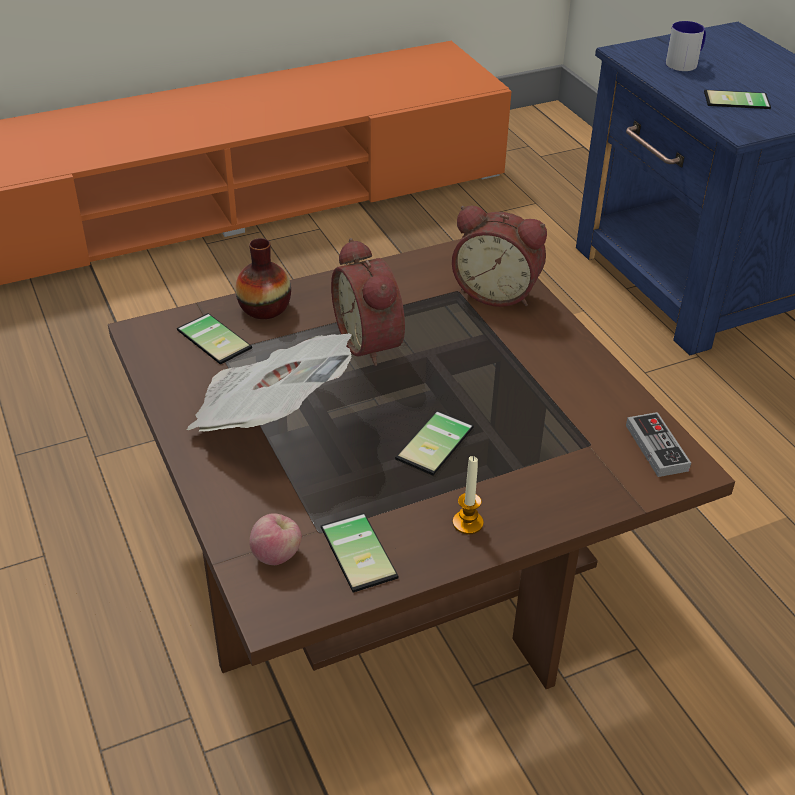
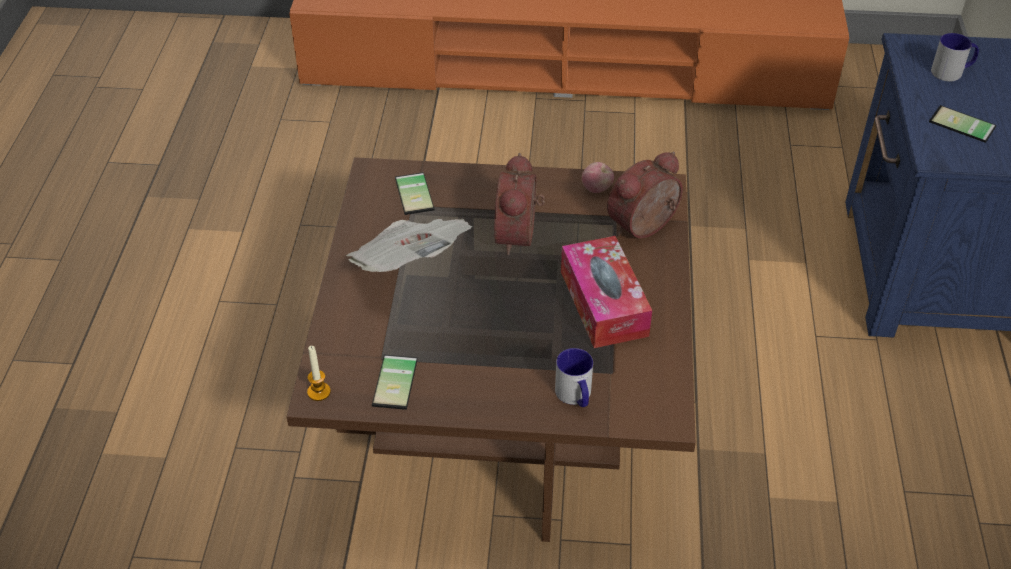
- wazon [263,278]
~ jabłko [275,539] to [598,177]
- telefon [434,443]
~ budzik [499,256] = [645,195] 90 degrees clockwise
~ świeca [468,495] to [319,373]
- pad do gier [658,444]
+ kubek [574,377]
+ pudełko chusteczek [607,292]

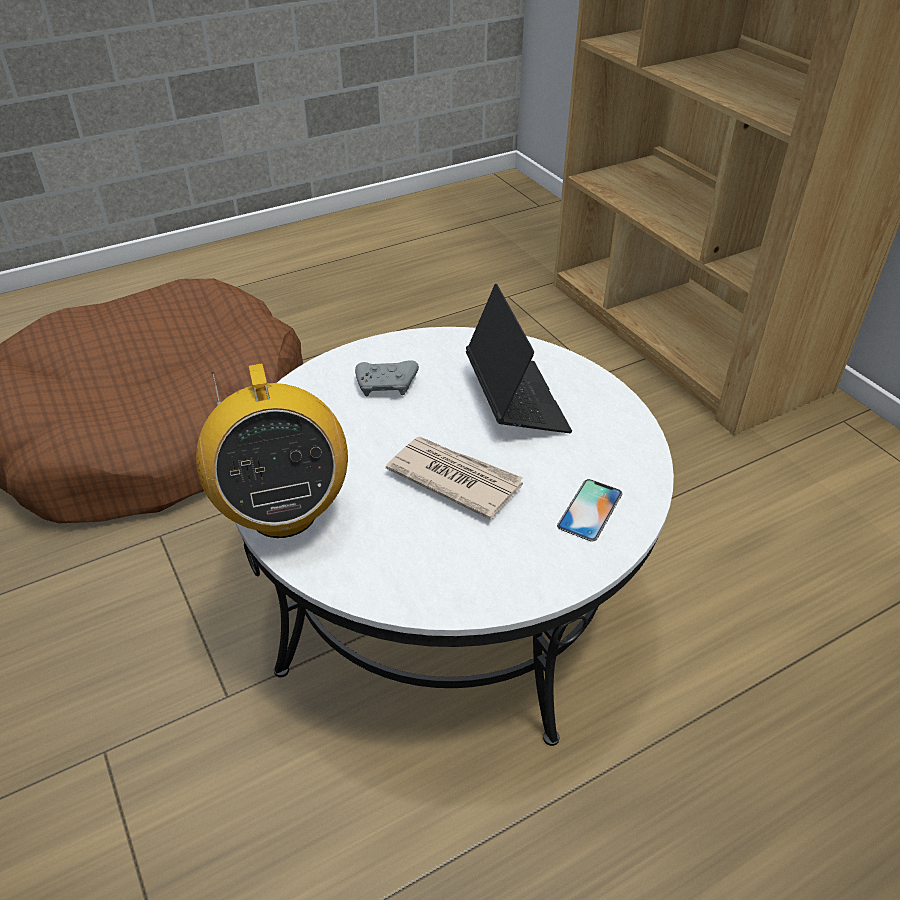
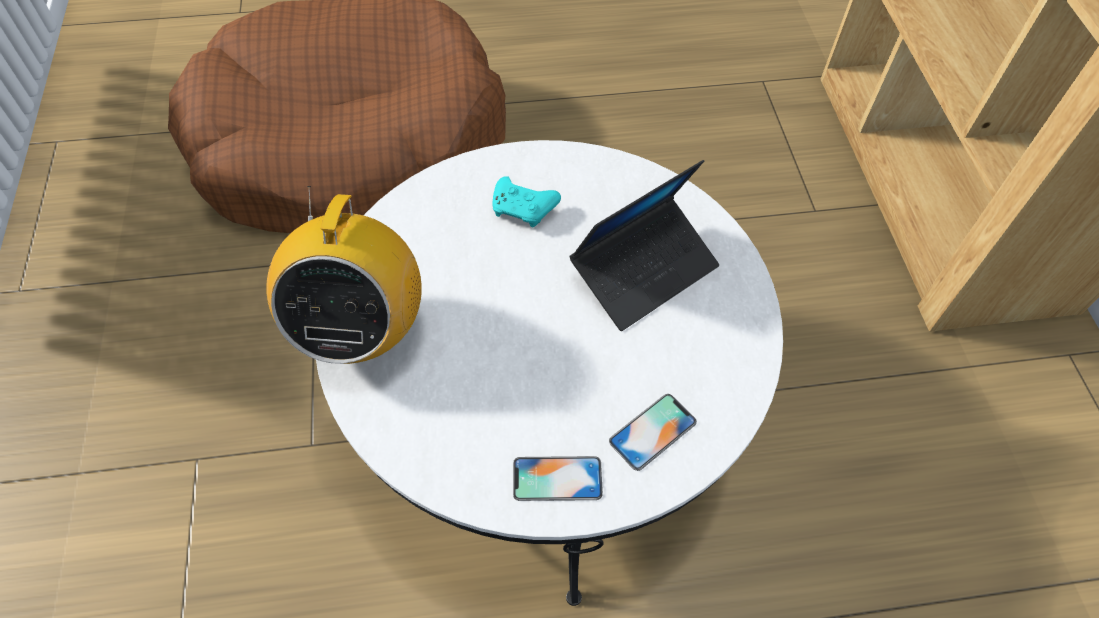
~ pad do gier (szary) [387,378] to pad do gier (turkusowy) [526,201]
- gazeta [454,478]
~ laptop [519,358] = [644,245] 45 degrees clockwise
+ telefon [558,478]

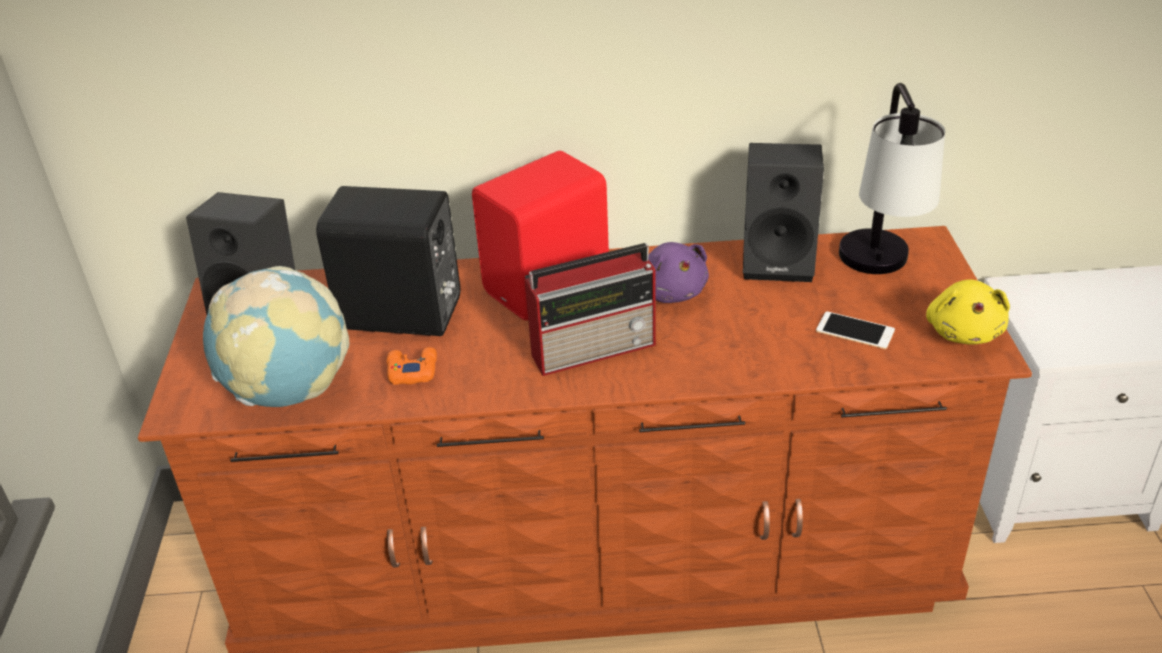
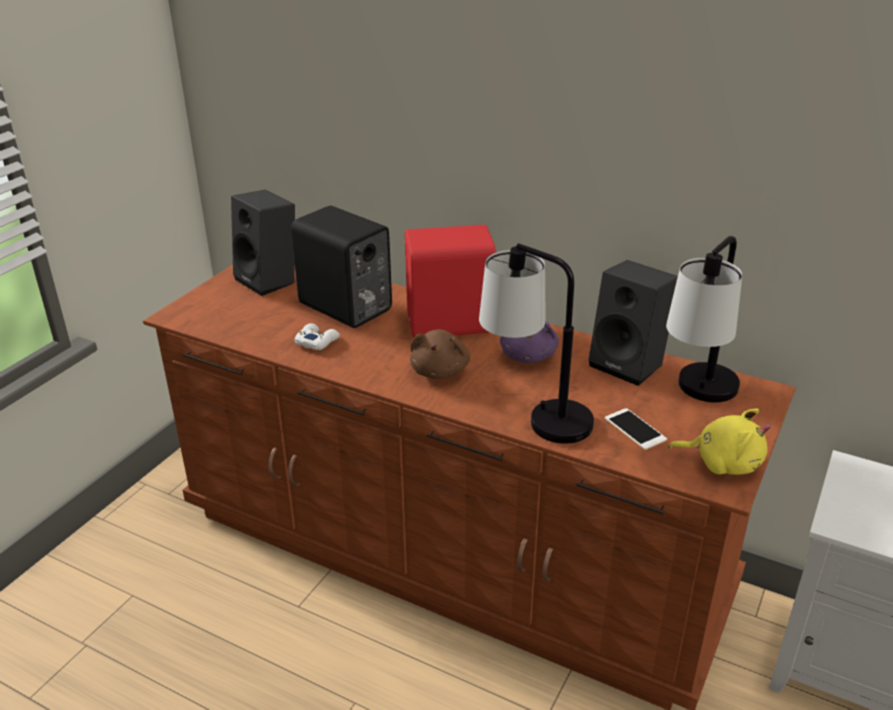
- globus [276,336]
~ pad do gier (pomarańczowy) [412,366] to pad do gier (biały) [317,336]
~ radio [590,309] to pluszak (brązowy) [440,354]
~ pluszak (żółty) [968,312] = [719,442] 105 degrees counterclockwise
+ lampa stołowa [536,343]

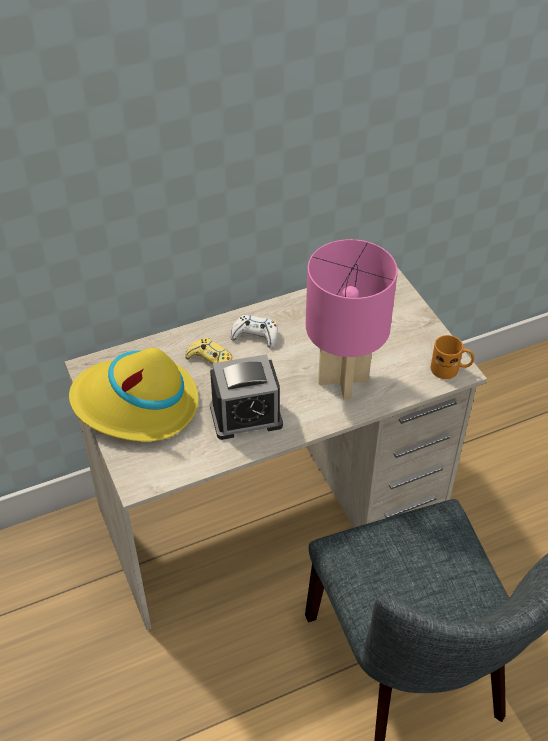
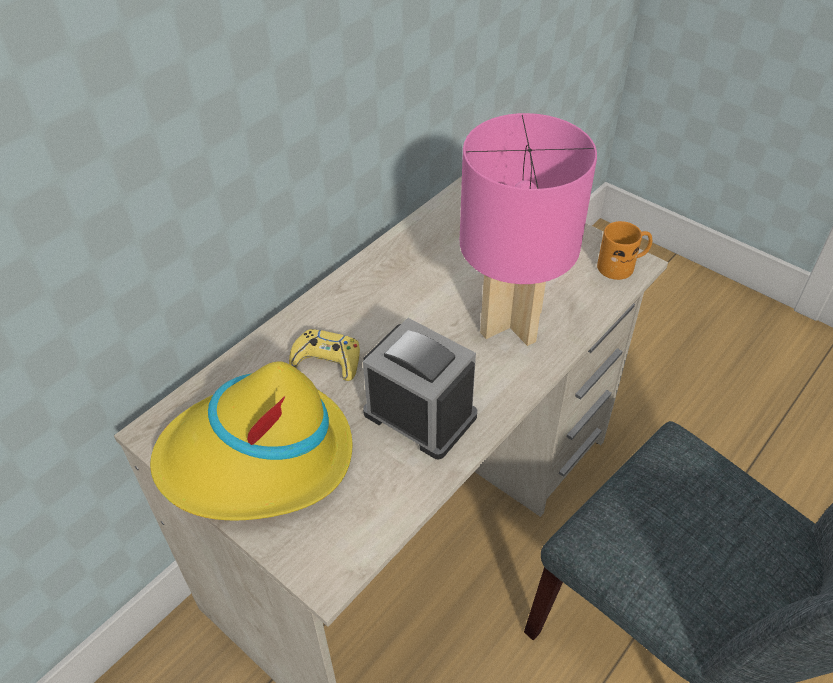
~ budzik [246,397] = [420,388] 105 degrees counterclockwise
- pad do gier (biały) [254,331]

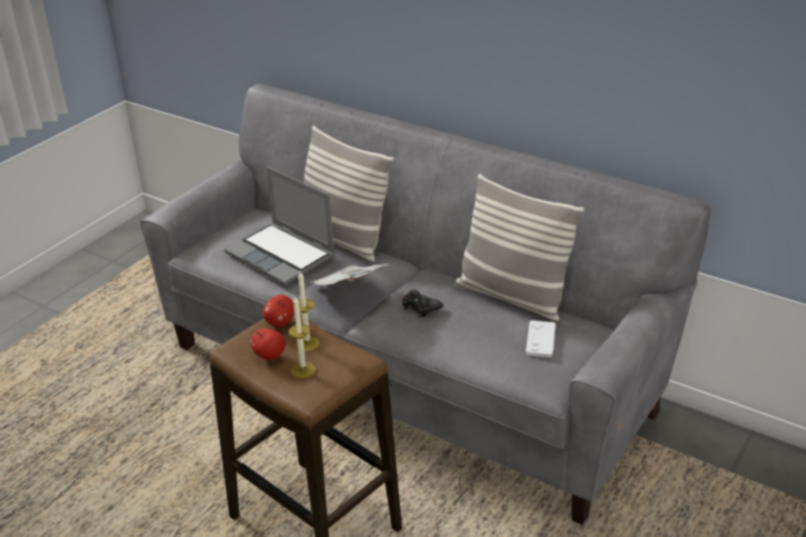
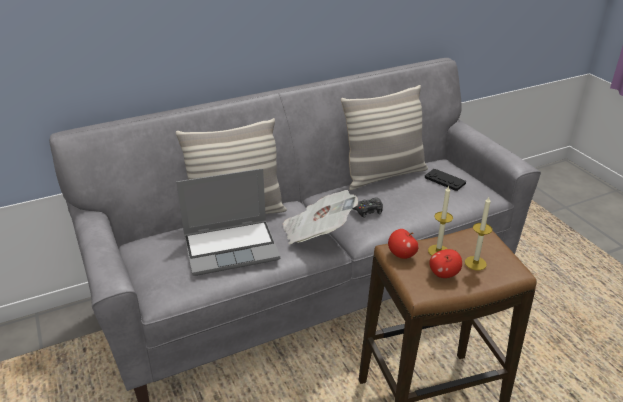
~ pad do gier (biały) [540,339] to pad do gier (czarny) [445,180]

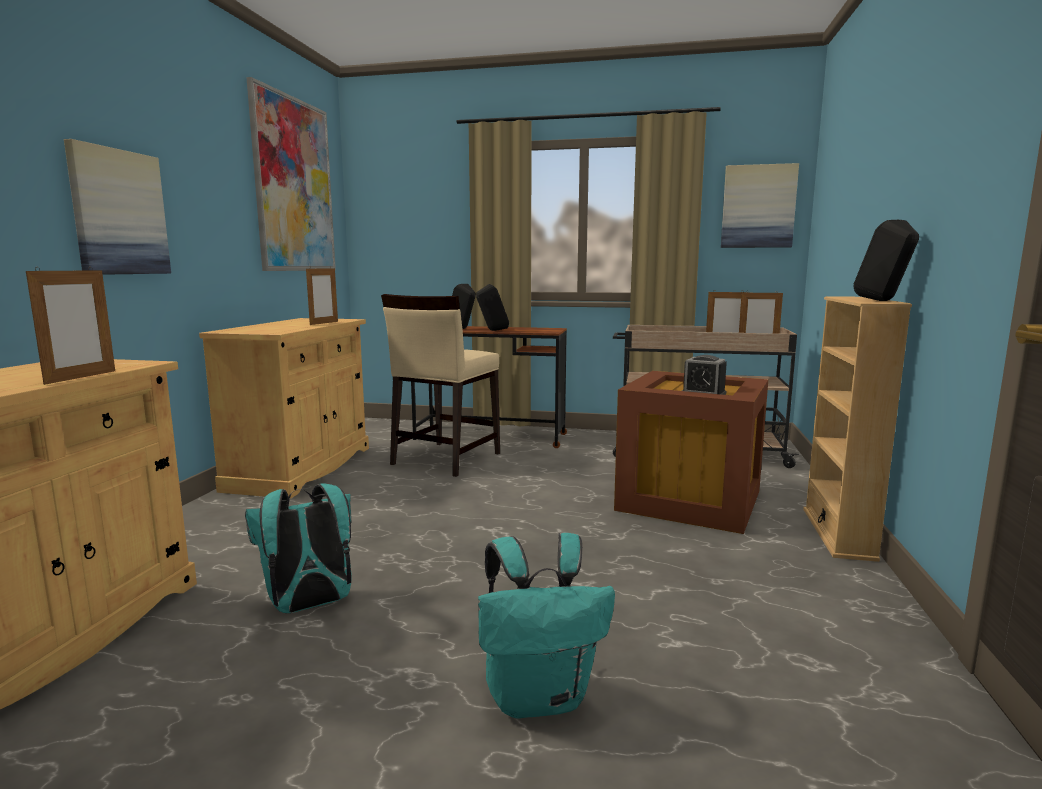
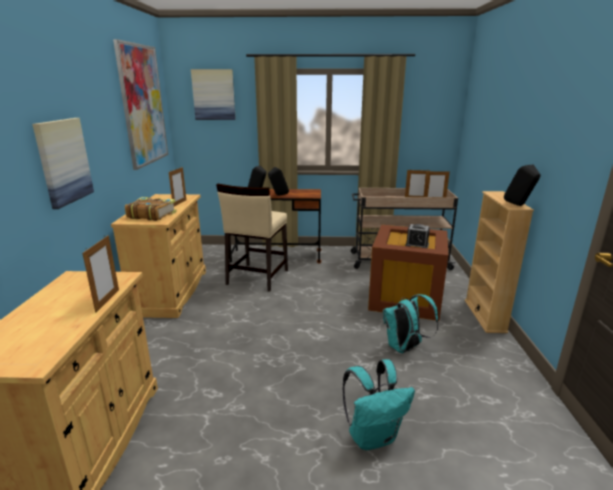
~ plecak (turkusowy) [298,548] to [411,323]
~ obraz [760,205] to [213,94]
+ książka [151,209]

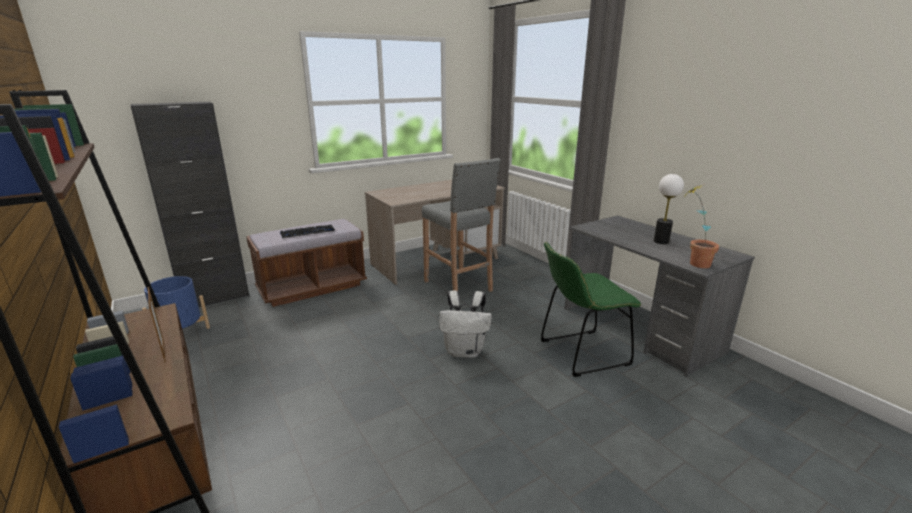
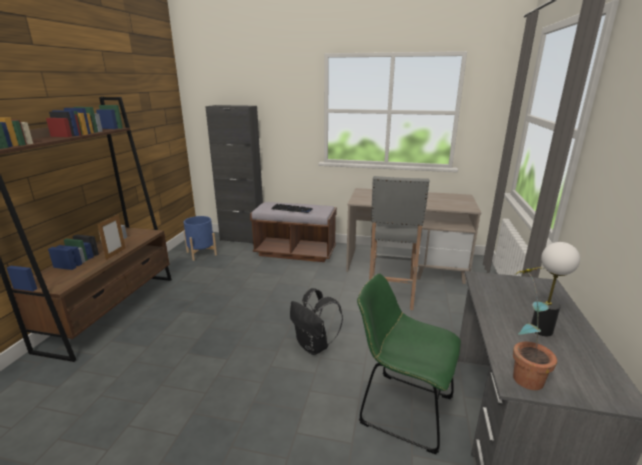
~ plecak (biały) [465,324] to plecak (czarny) [316,321]

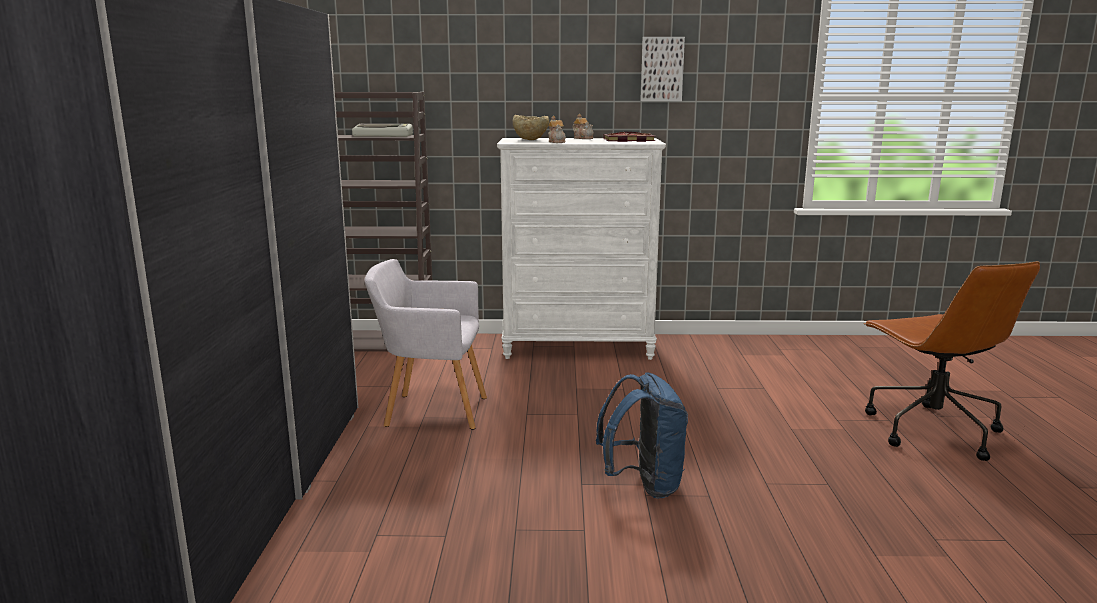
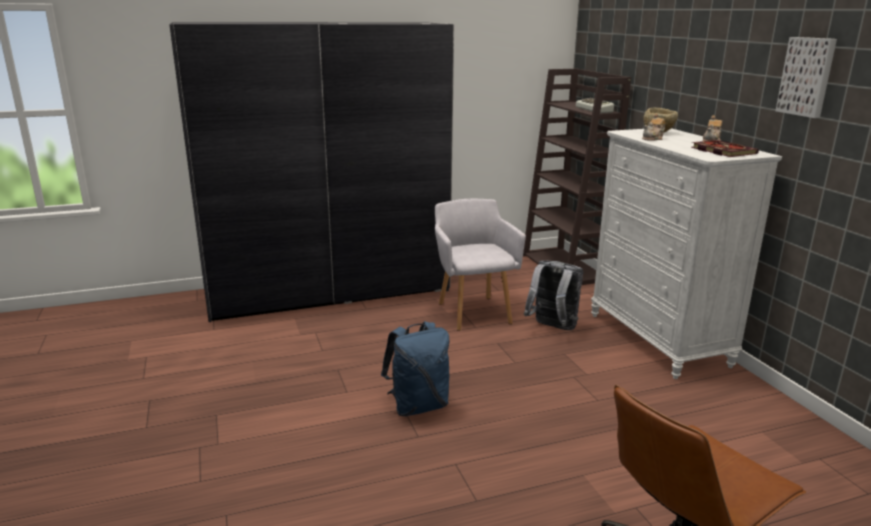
+ plecak (szary) [553,295]

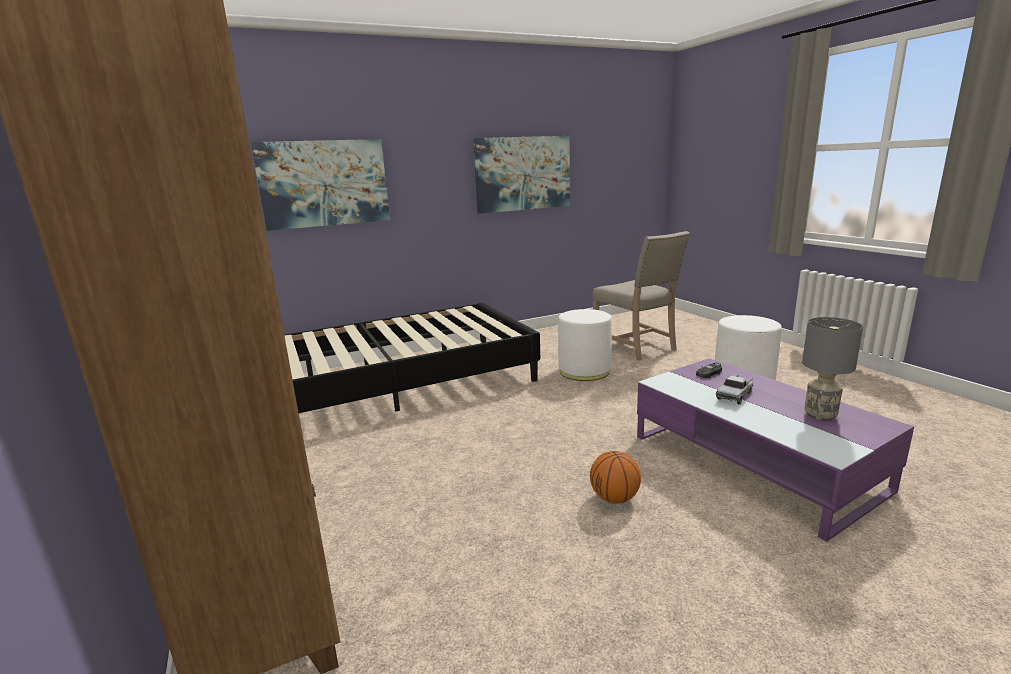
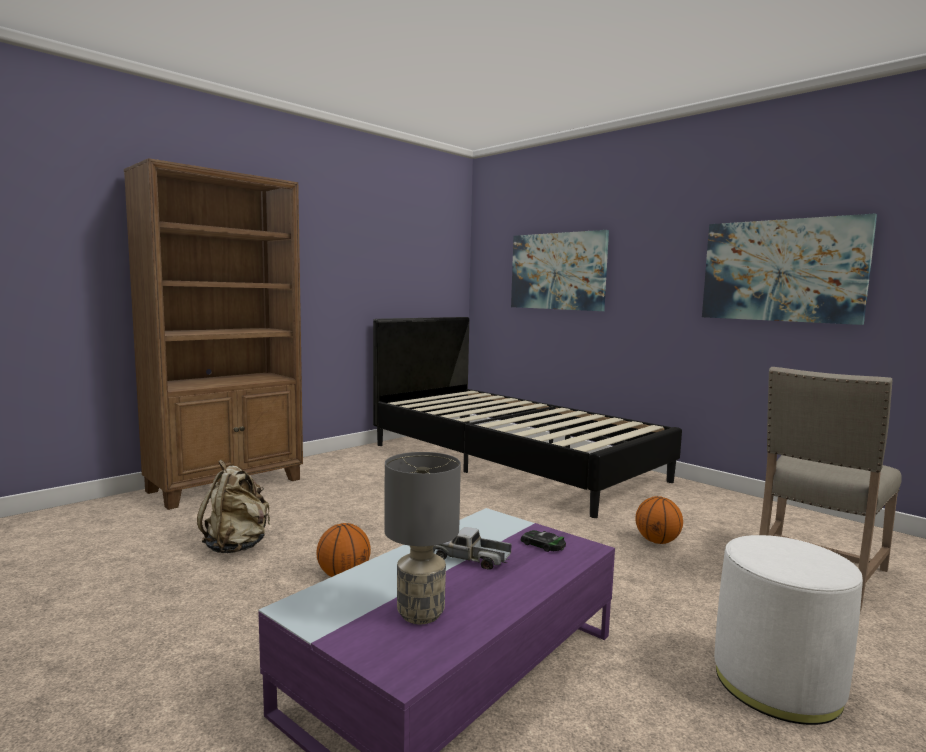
~ pufa (biały) [585,345] to piłka do koszykówki [659,520]
+ plecak (beżowy) [233,506]

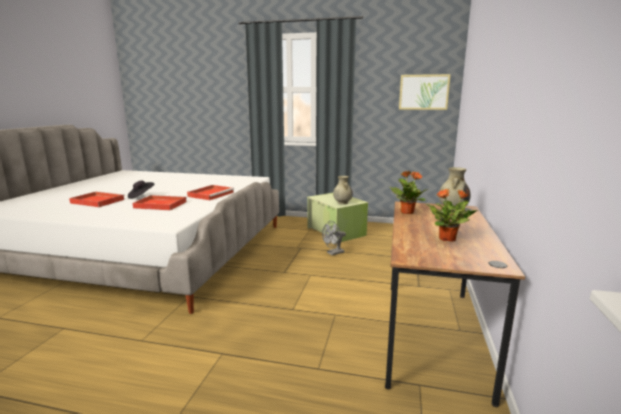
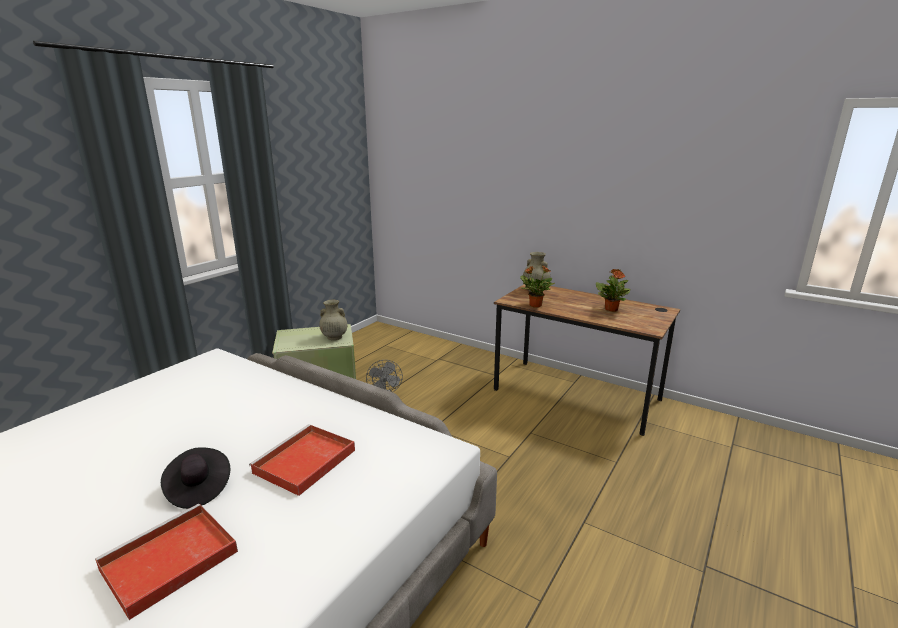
- taca (czerwony) [210,192]
- obraz [425,92]

